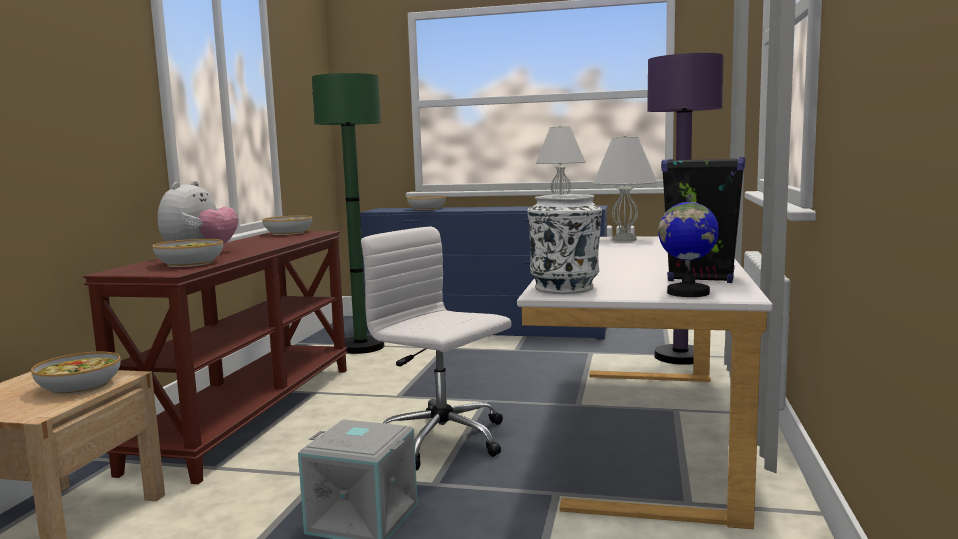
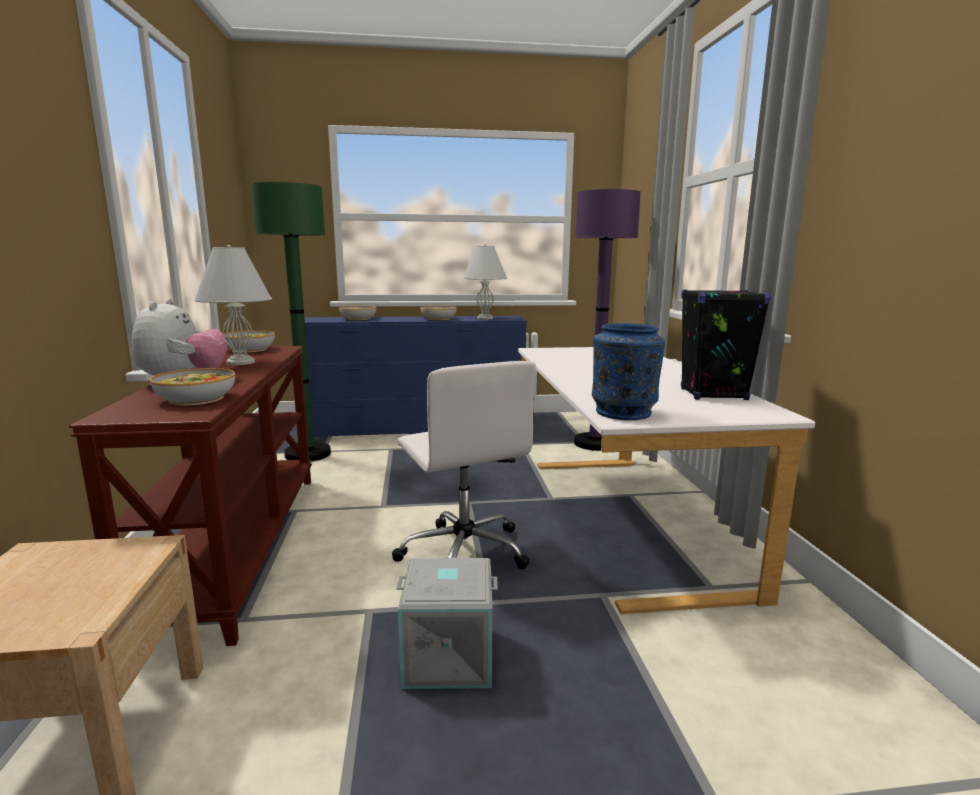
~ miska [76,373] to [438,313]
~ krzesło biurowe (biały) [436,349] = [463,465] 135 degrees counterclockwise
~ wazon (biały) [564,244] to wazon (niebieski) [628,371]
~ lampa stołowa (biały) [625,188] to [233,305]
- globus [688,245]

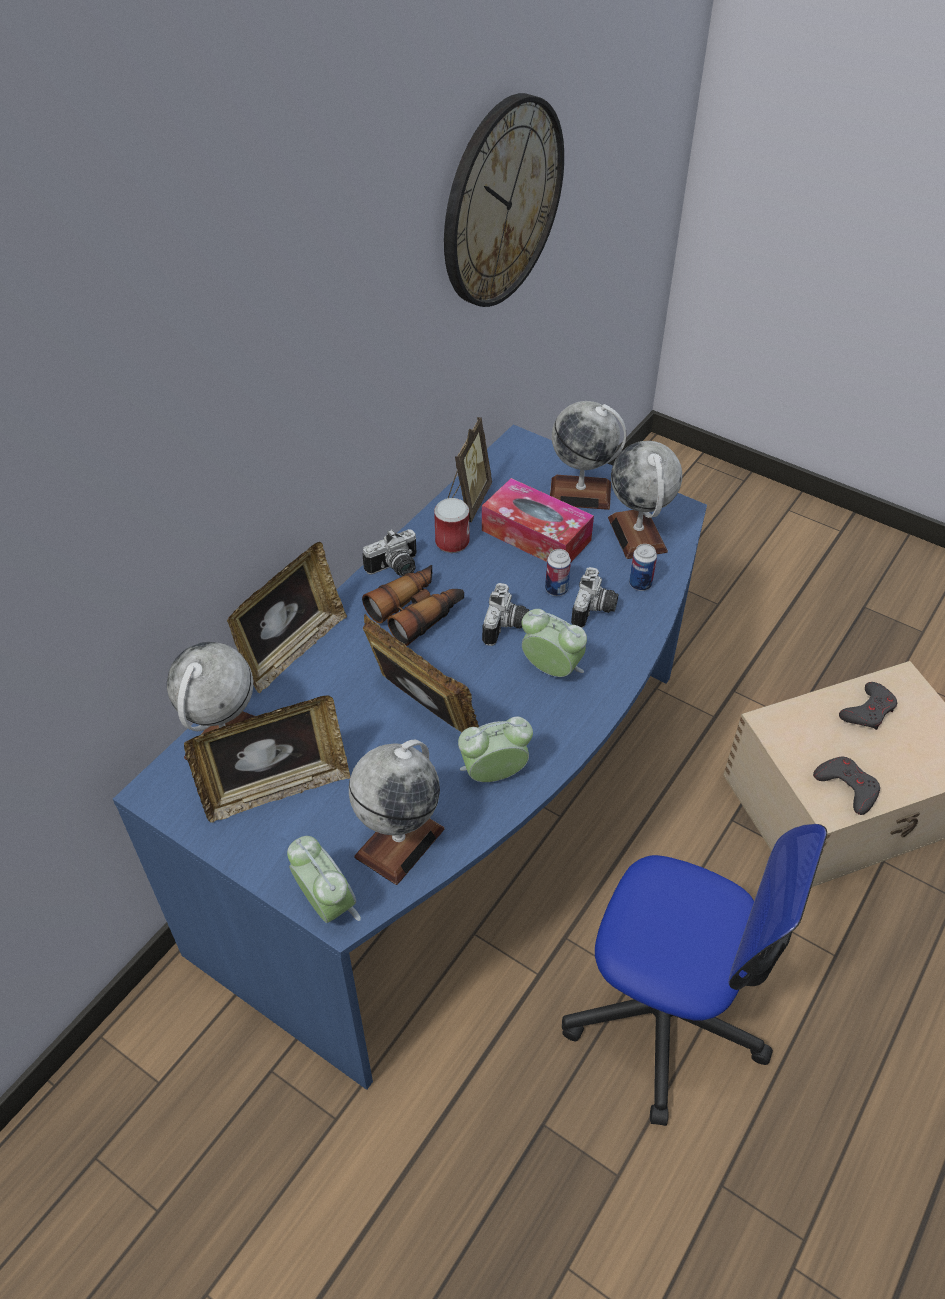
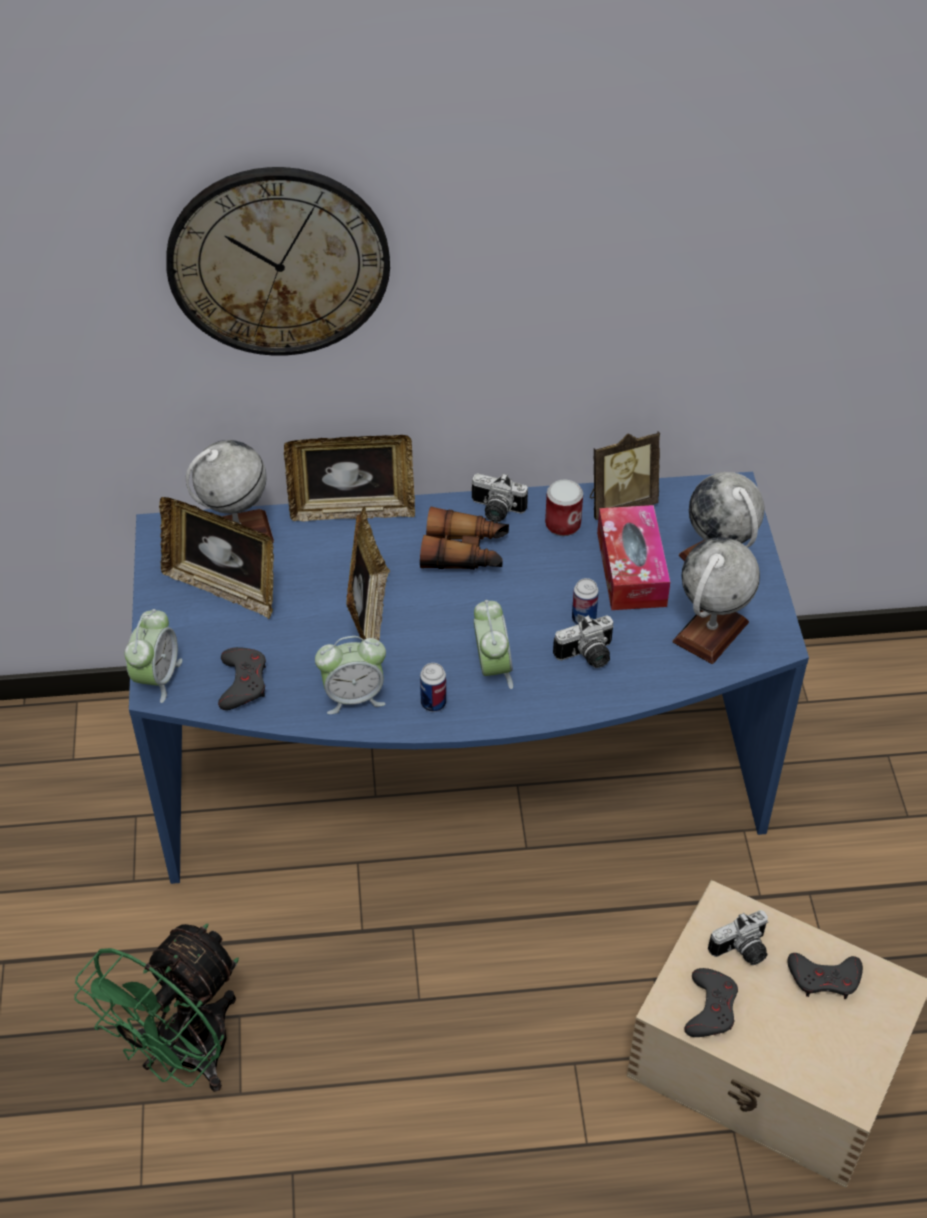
~ globus [396,812] to pad do gier (szary) [242,678]
~ zegar ścienny [504,200] to [278,261]
~ budzik [495,749] = [350,675] 135 degrees clockwise
~ aparat fotograficzny [505,614] to [738,937]
- krzesło biurowe [694,975]
~ puszka [643,567] to [433,687]
+ wentylator (zielony) [156,1008]

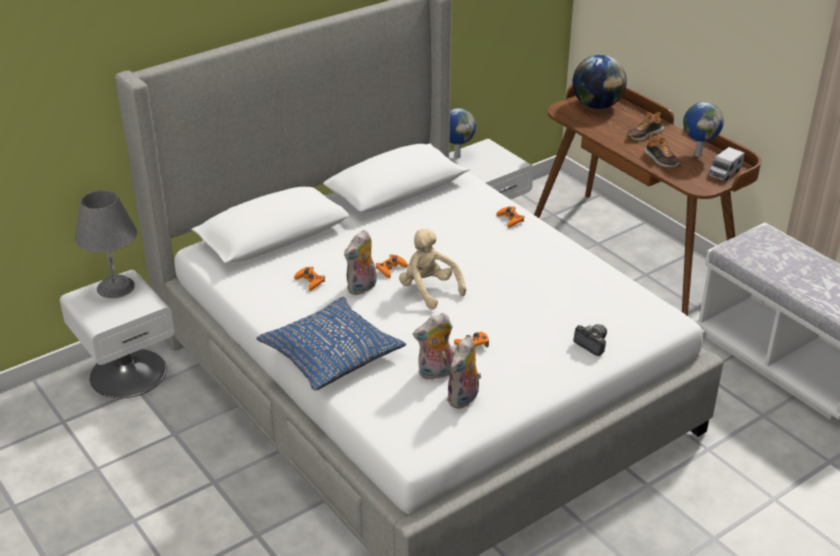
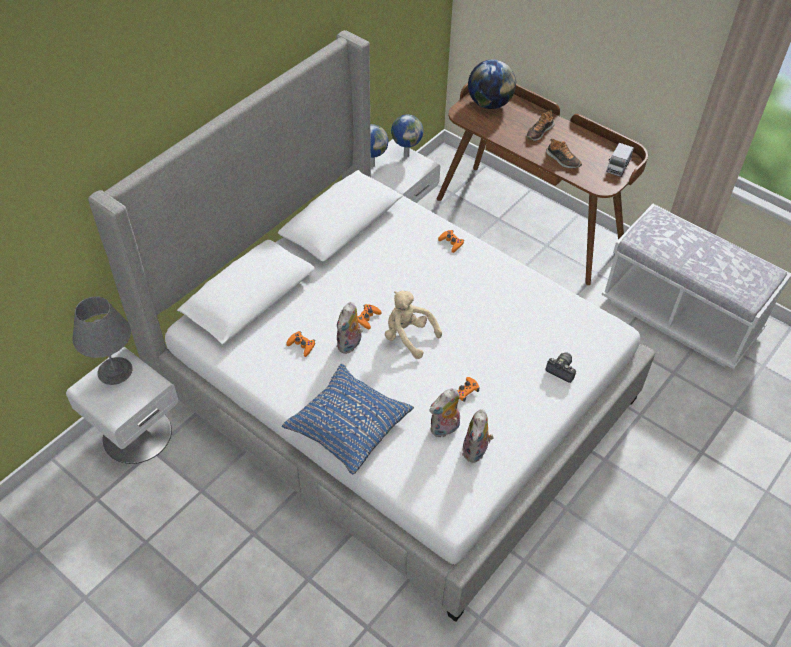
~ globus [703,129] to [407,135]

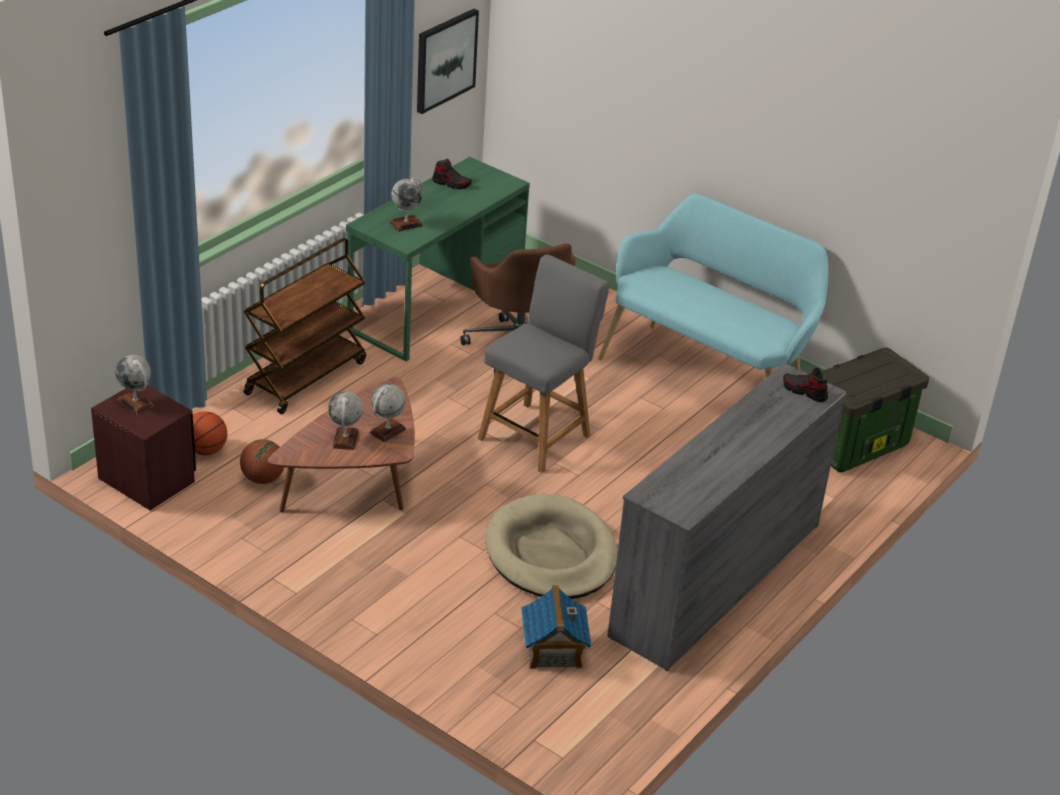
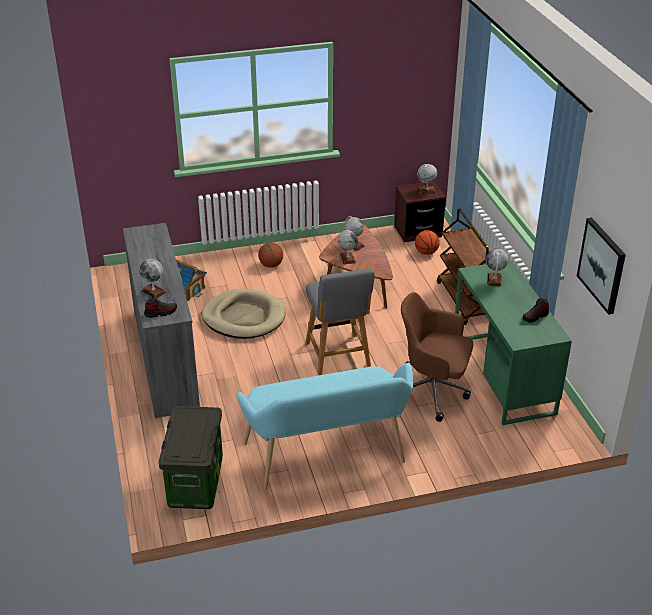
~ piłka do koszykówki [262,461] to [270,255]
+ globus [152,278]

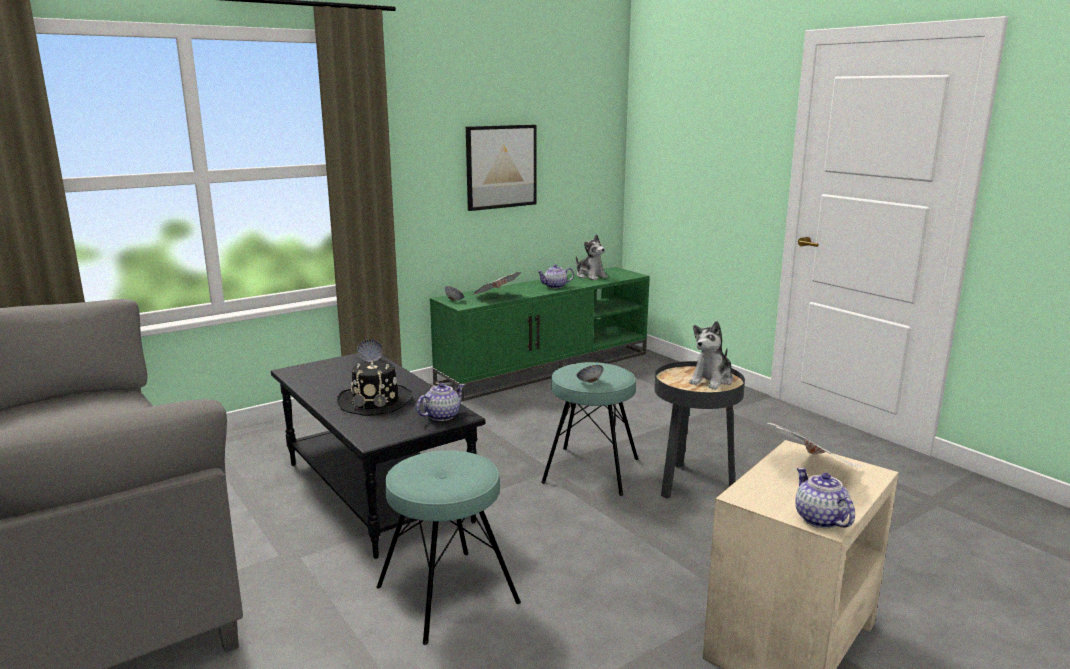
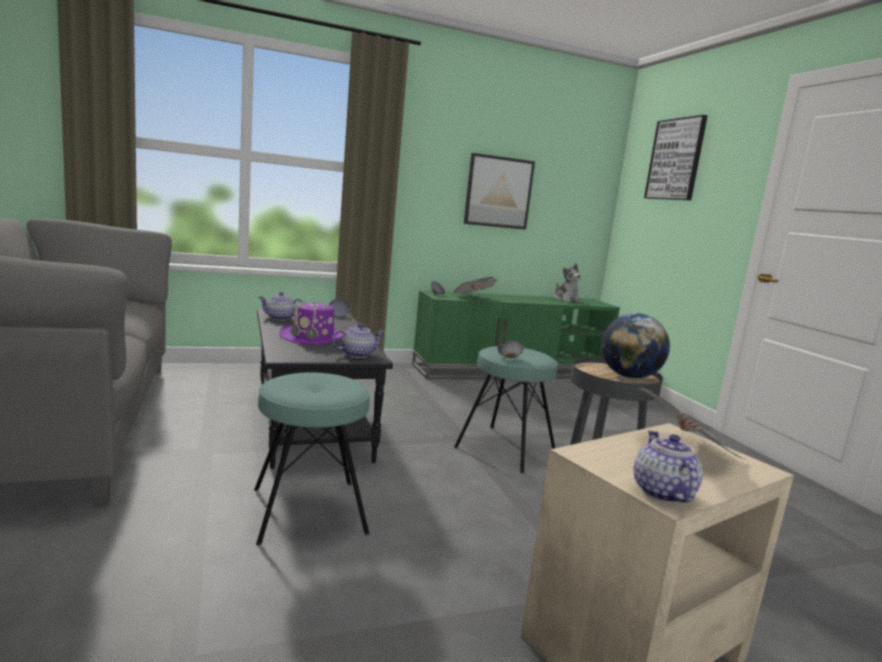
~ kapelusz (czarny) [374,388] to kapelusz (fioletowy) [312,322]
~ imbryk [555,276] to [280,306]
~ pluszak [711,355] to globus [635,345]
+ obraz [676,157]

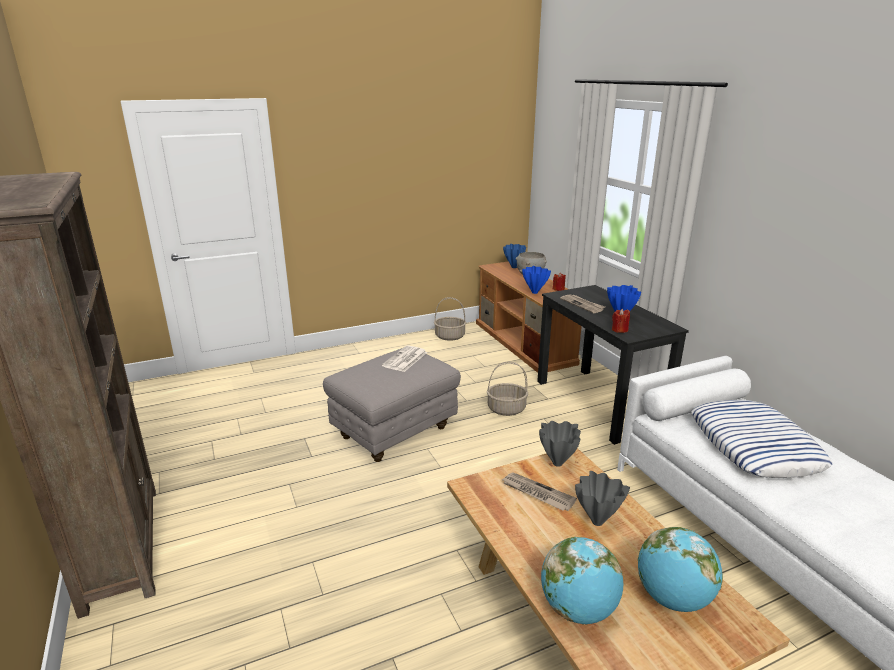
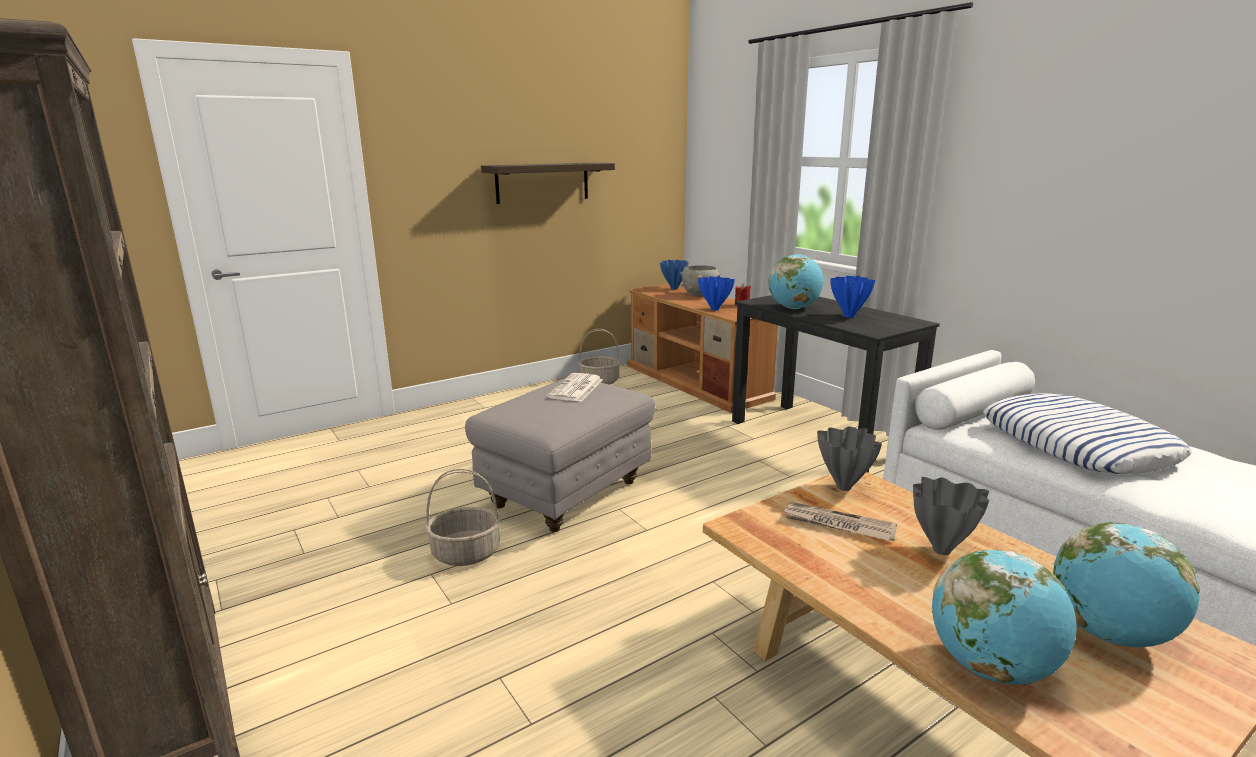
~ koszyk [507,389] to [463,517]
~ gazeta [582,303] to globus [796,281]
- świeca (czerwony) [621,321]
+ półka [548,183]

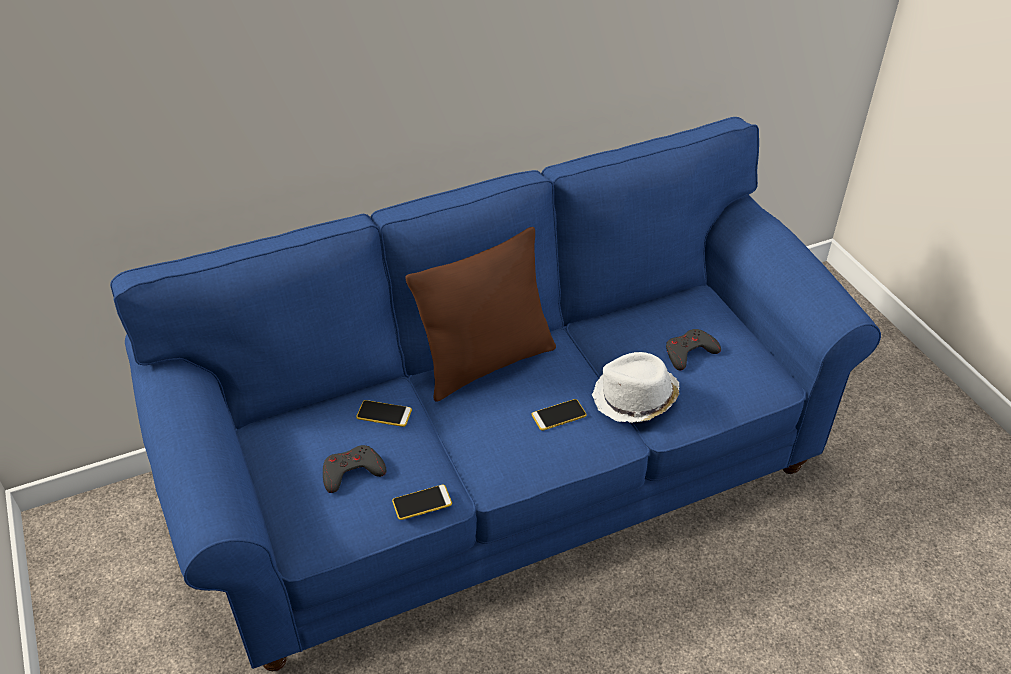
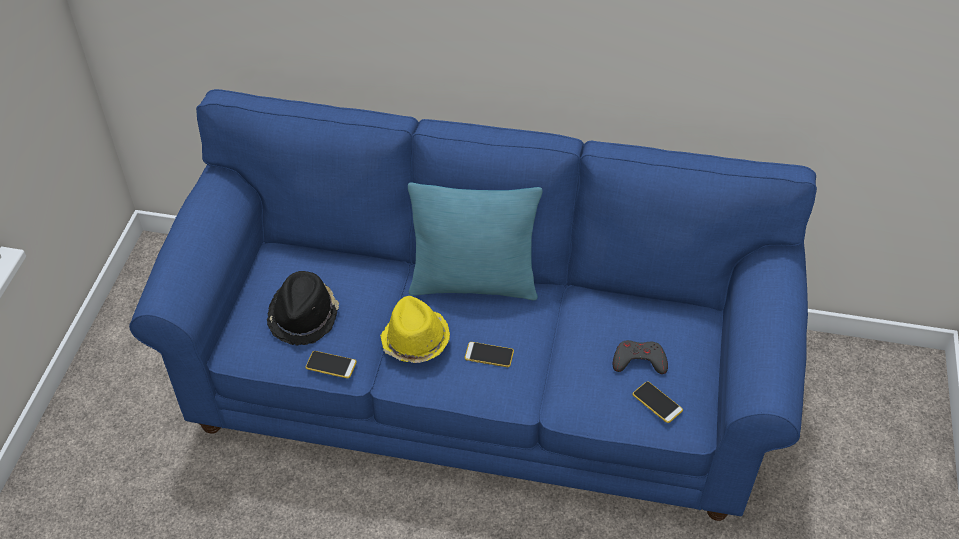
~ pad do gier (szary) [354,469] to kapelusz (czarny) [303,308]
~ telefon [384,413] to [658,402]
~ poduszka (brązowy) [480,314] to poduszka (turkusowy) [475,241]
- kapelusz (biały) [636,387]
+ kapelusz (żółty) [415,329]

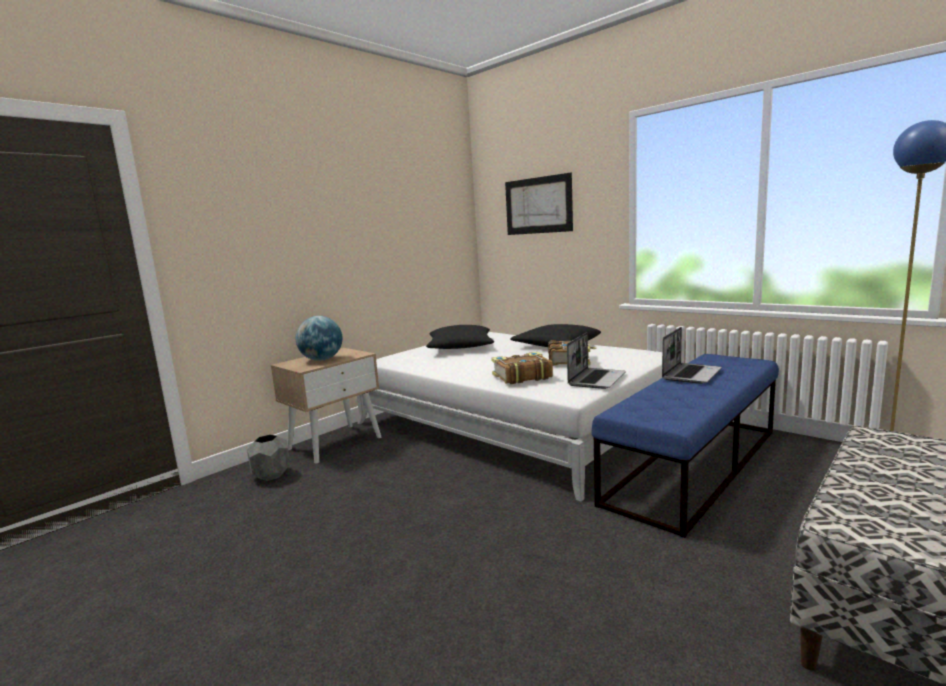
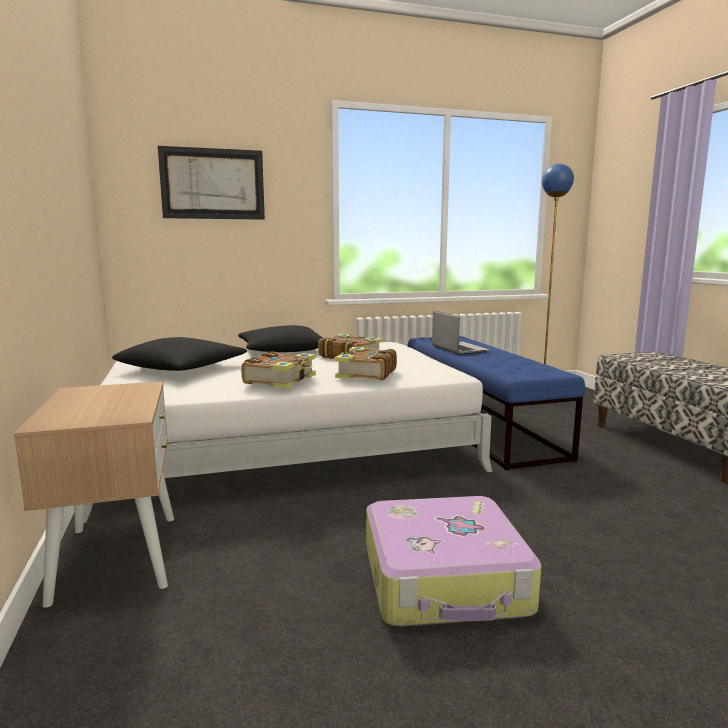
- donica (szary) [268,457]
- globus [319,338]
- laptop [596,360]
+ książka [278,370]
+ walizka [453,561]

